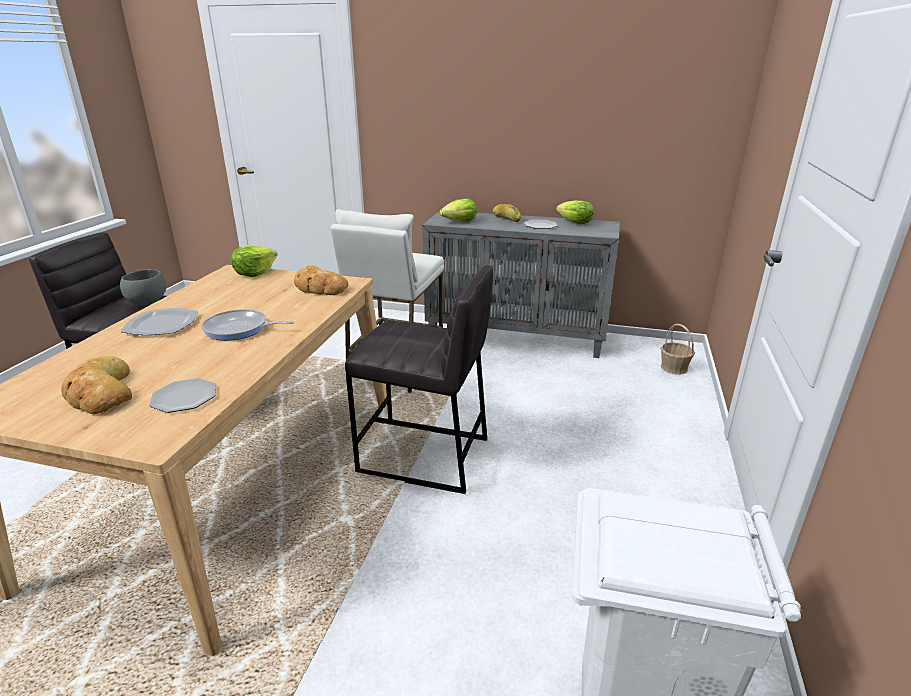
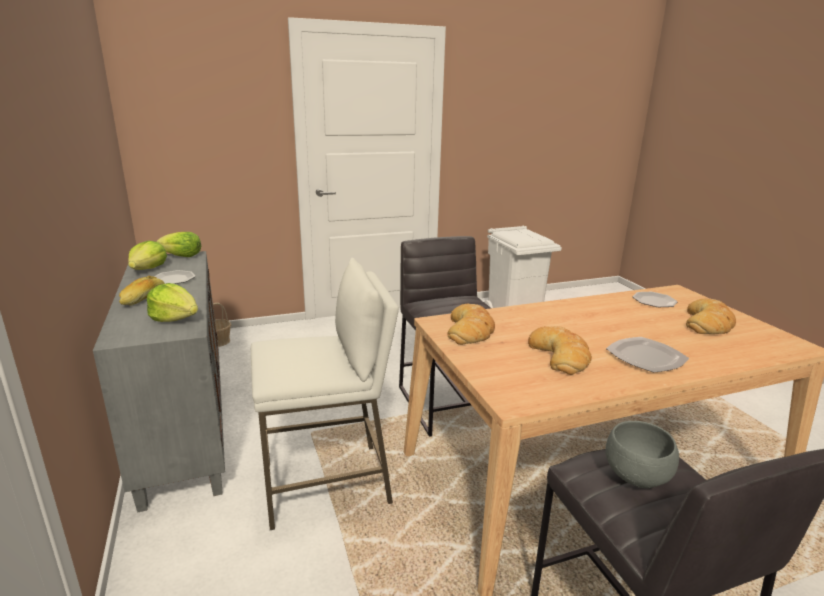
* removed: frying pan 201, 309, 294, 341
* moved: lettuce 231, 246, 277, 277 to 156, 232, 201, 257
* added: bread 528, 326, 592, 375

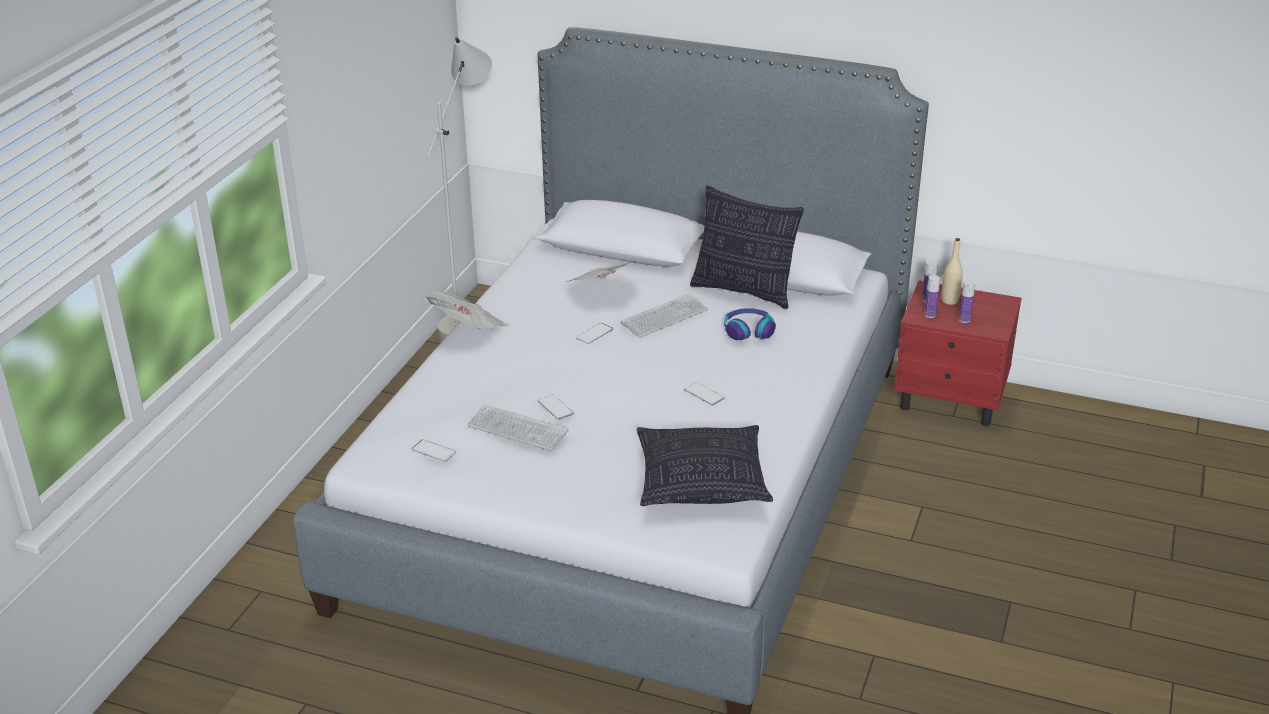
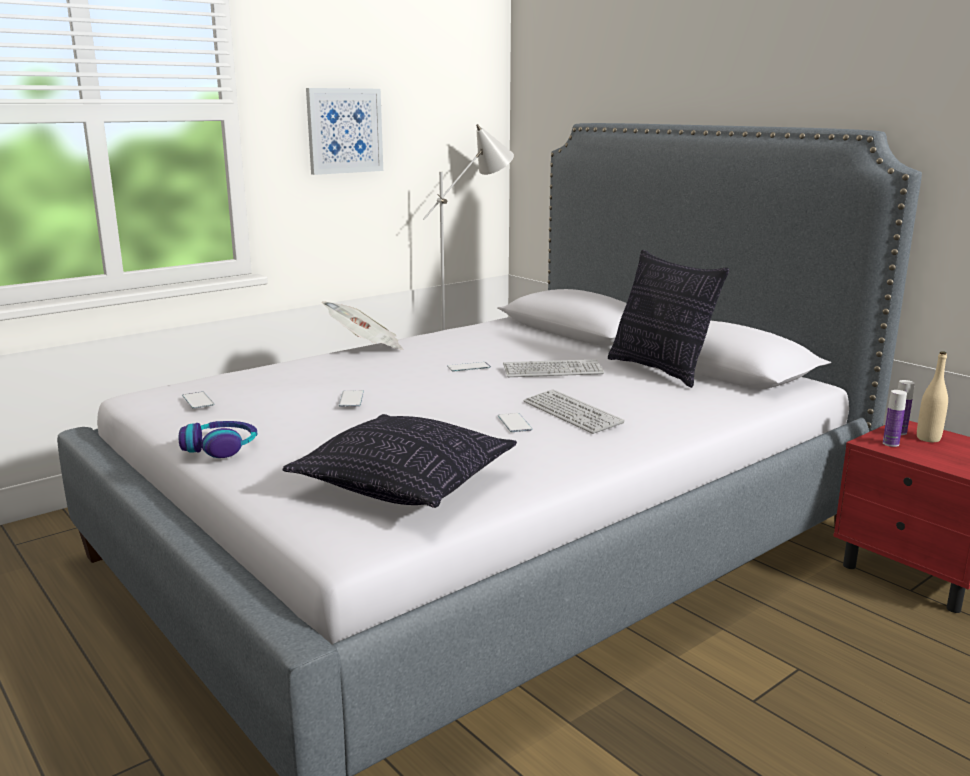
* moved: keyboard 467, 404, 568, 451 to 524, 390, 624, 434
* removed: newspaper 565, 261, 634, 282
* moved: headphones 724, 308, 776, 340 to 179, 421, 257, 458
* removed: bottle 959, 280, 975, 323
* added: picture 306, 88, 383, 175

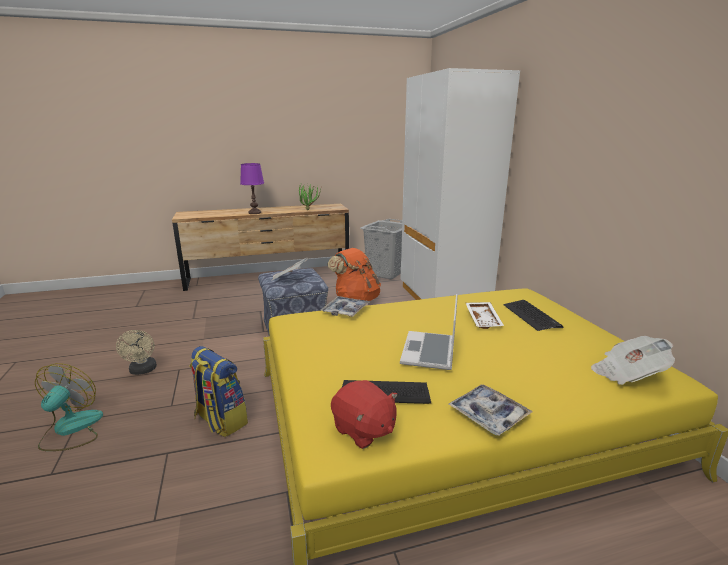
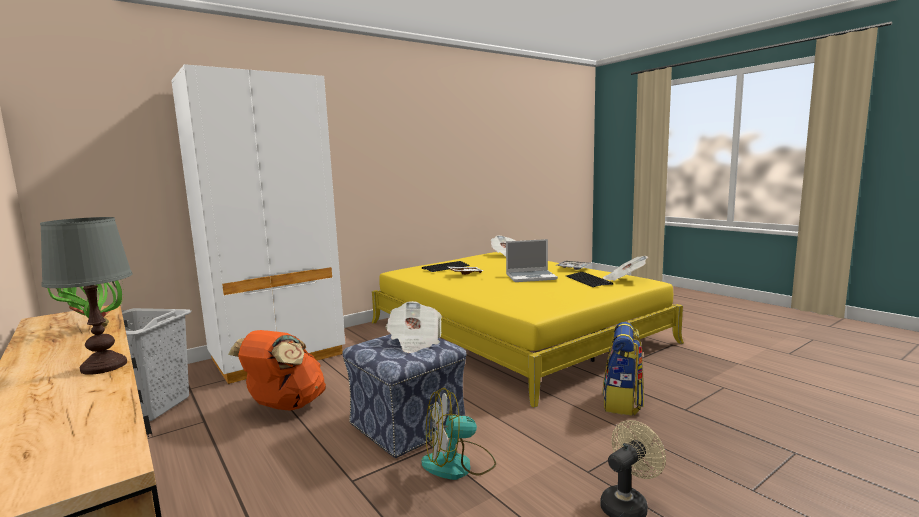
* moved: fan 35, 363, 103, 451 to 421, 388, 496, 480
* recoloured: purple table lamp 240, 163, 264, 214 to grey table lamp 40, 217, 133, 375
* removed: tray 320, 296, 369, 317
* replaced: red plush toy 331, 380, 398, 449 to newspaper 603, 256, 648, 281

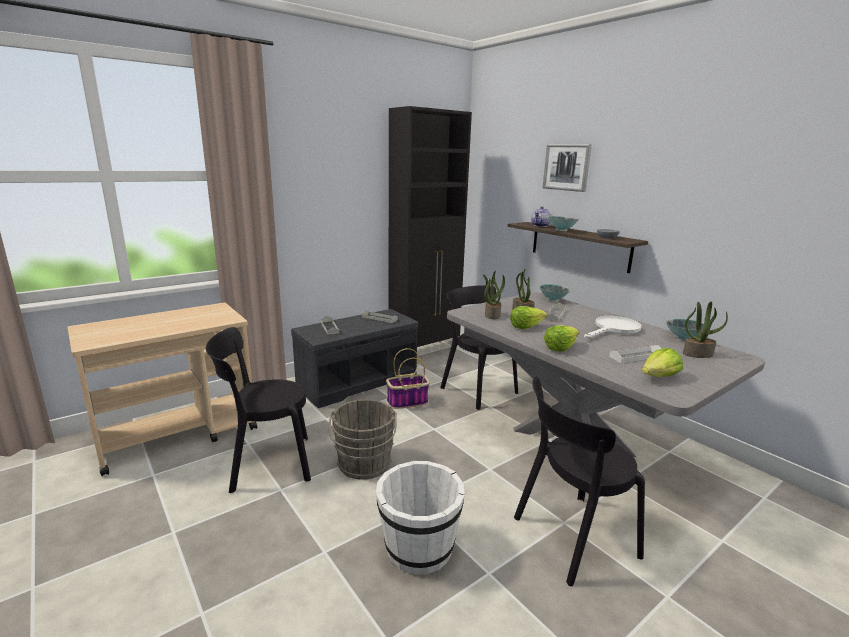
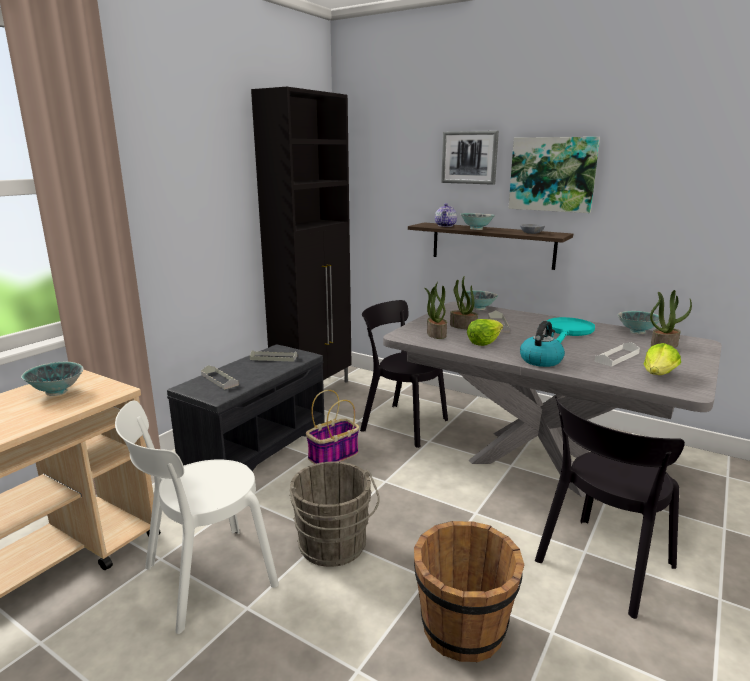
* recoloured: black chair 206, 327, 311, 493 to white chair 115, 401, 279, 634
* recoloured: white bucket 376, 461, 465, 575 to brown bucket 414, 521, 524, 663
* replaced: lettuce 544, 325, 579, 352 to kettle 520, 321, 565, 367
* recoloured: white frying pan 584, 316, 641, 339 to turquoise frying pan 547, 317, 595, 343
* added: bowl 21, 362, 84, 396
* added: picture 508, 137, 600, 213

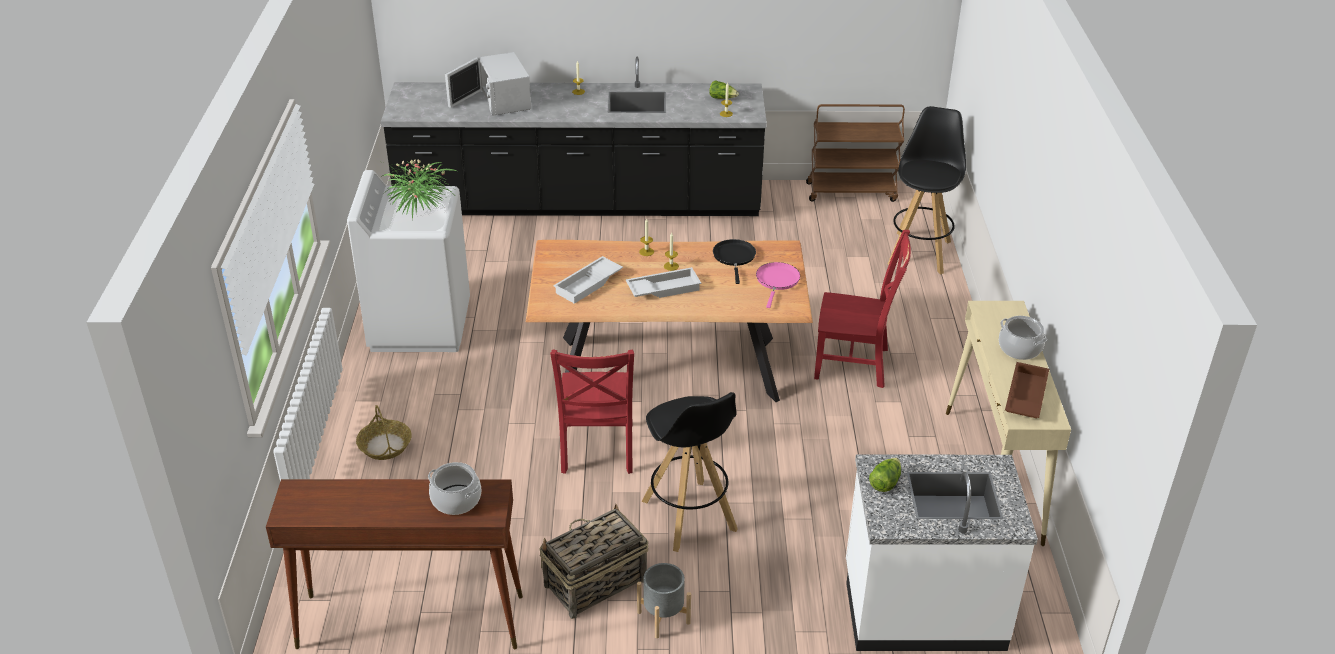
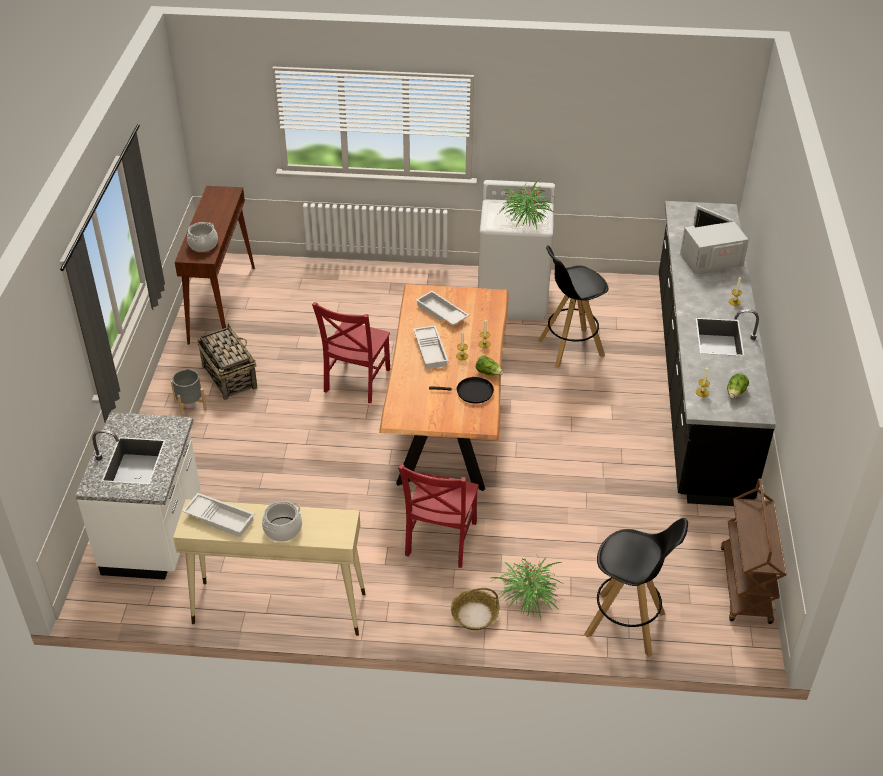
* moved: basket 356, 405, 412, 460 to 451, 588, 499, 630
* turned: red chair 550, 349, 634, 474 = 312, 302, 390, 403 75 degrees counterclockwise
* moved: black stool 642, 392, 738, 552 to 538, 246, 608, 368
* removed: pink frying pan 756, 262, 800, 308
* moved: lettuce 869, 458, 901, 492 to 476, 355, 503, 376
* recoloured: brown tray 1005, 362, 1049, 418 to white tray 182, 493, 255, 537
* added: potted plant 491, 554, 562, 620

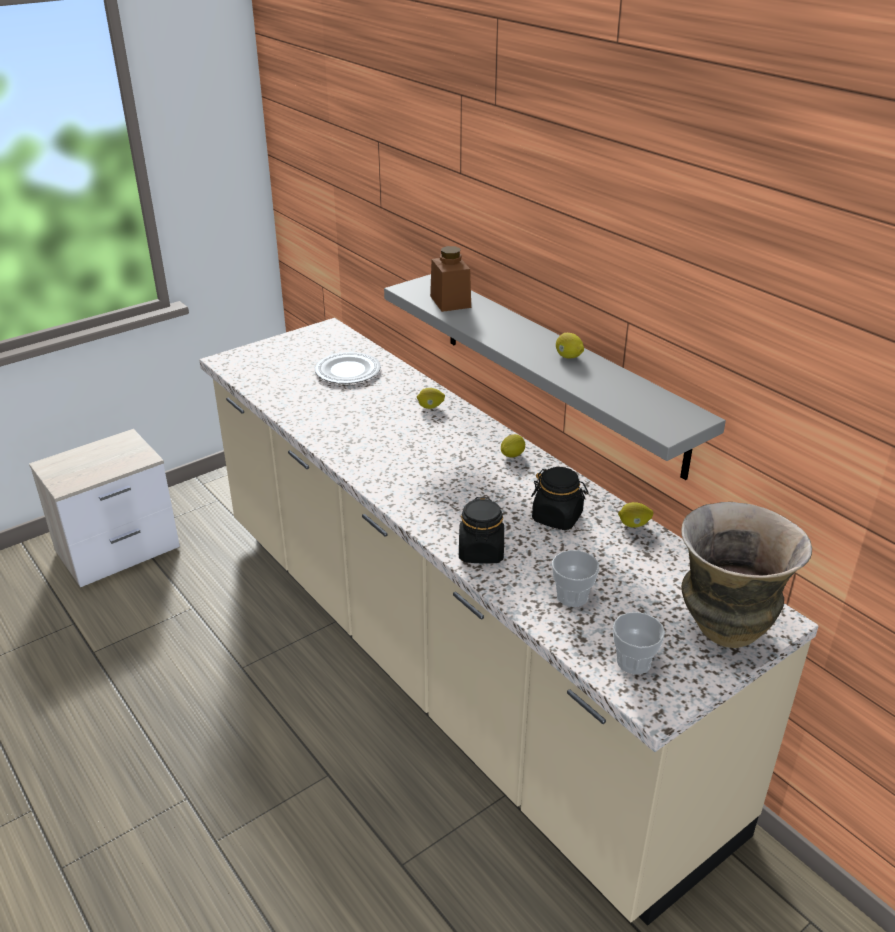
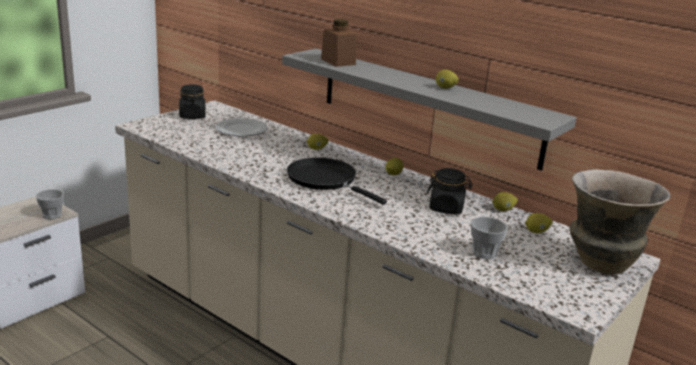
* moved: black jar 459, 497, 504, 564 to 179, 84, 205, 119
* moved: cup 613, 612, 665, 675 to 36, 189, 64, 219
* added: black frying pan 287, 157, 387, 205
* added: lemon 525, 213, 553, 233

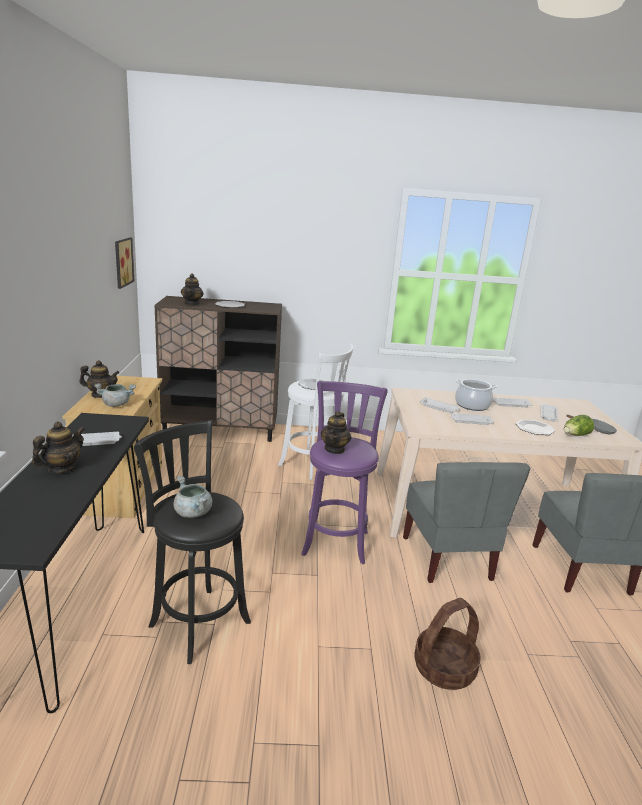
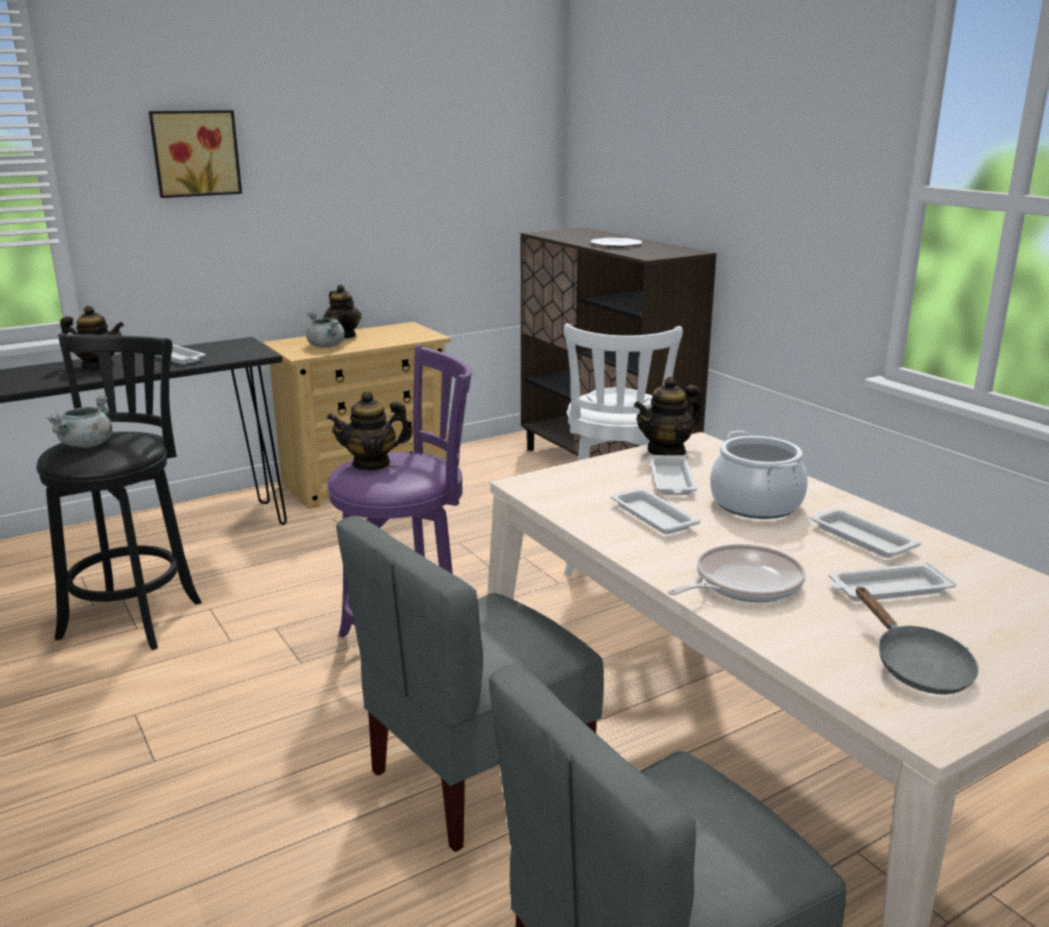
* moved: picture 115, 238, 134, 289 to 149, 110, 242, 198
* moved: teapot 181, 273, 203, 305 to 634, 376, 702, 455
* removed: basket 415, 598, 481, 690
* replaced: plate 515, 420, 555, 435 to frying pan 668, 544, 806, 602
* removed: lettuce 564, 415, 594, 436

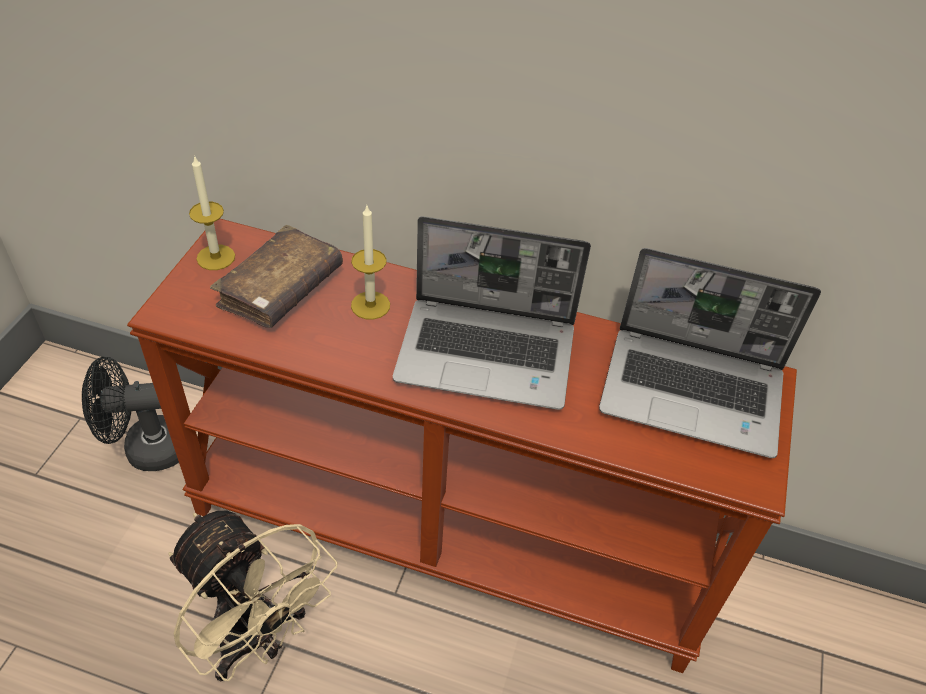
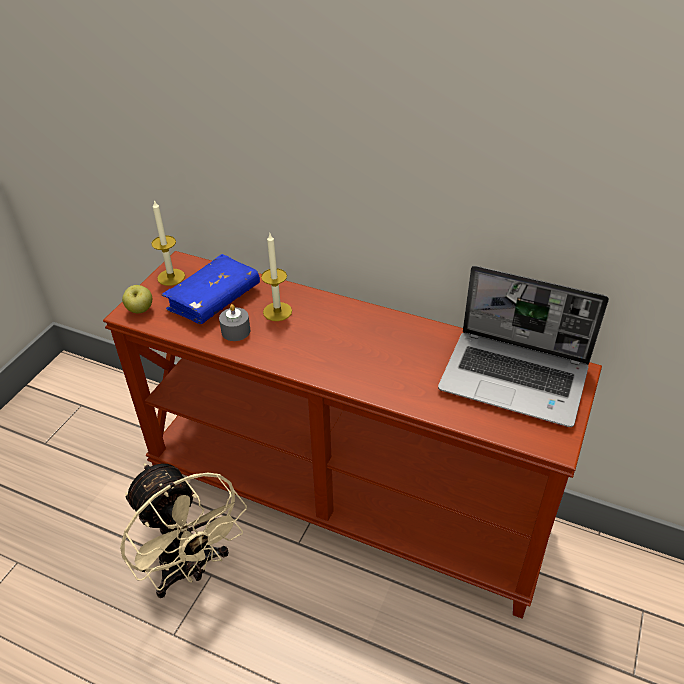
* removed: black fan 82, 357, 179, 471
* recoloured: brown book 210, 225, 343, 328 to blue book 162, 254, 260, 324
* removed: laptop 393, 216, 591, 410
* added: apple 122, 285, 152, 313
* added: grey candle 219, 304, 250, 341

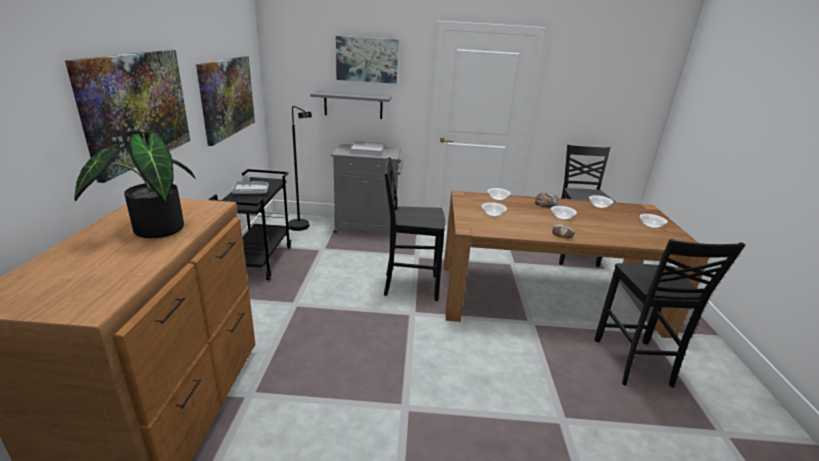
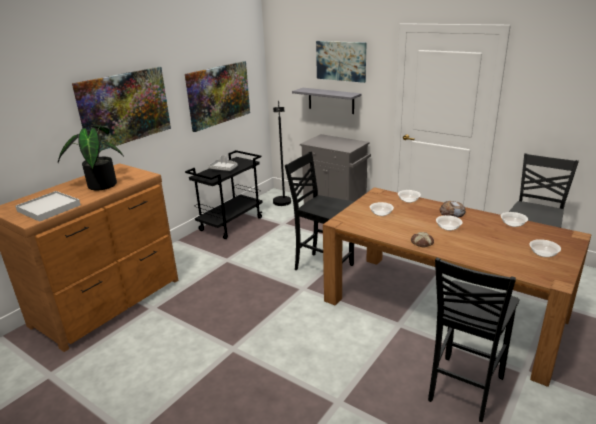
* moved: white tray 350, 141, 385, 155 to 15, 191, 81, 222

